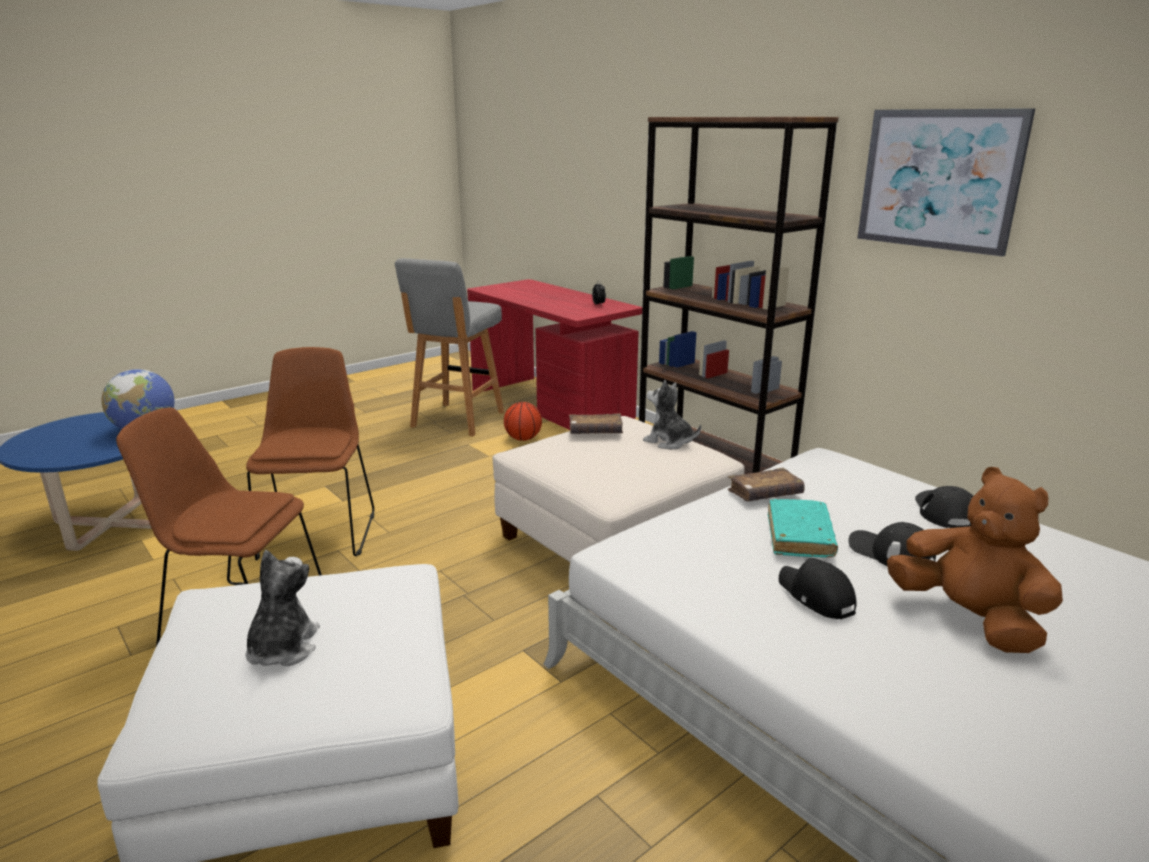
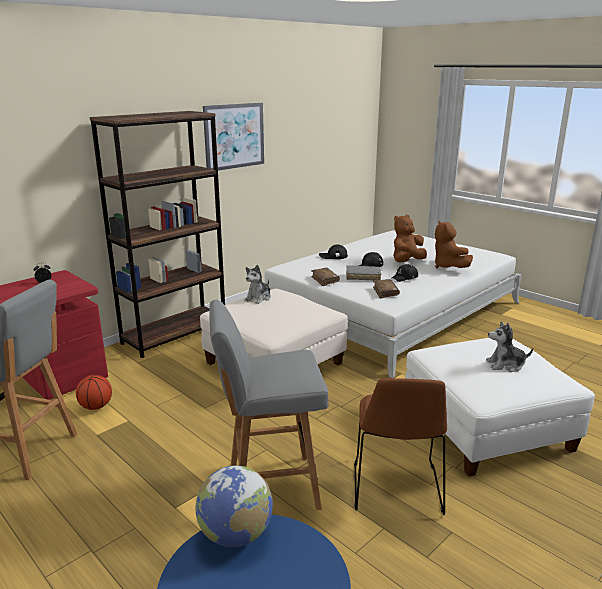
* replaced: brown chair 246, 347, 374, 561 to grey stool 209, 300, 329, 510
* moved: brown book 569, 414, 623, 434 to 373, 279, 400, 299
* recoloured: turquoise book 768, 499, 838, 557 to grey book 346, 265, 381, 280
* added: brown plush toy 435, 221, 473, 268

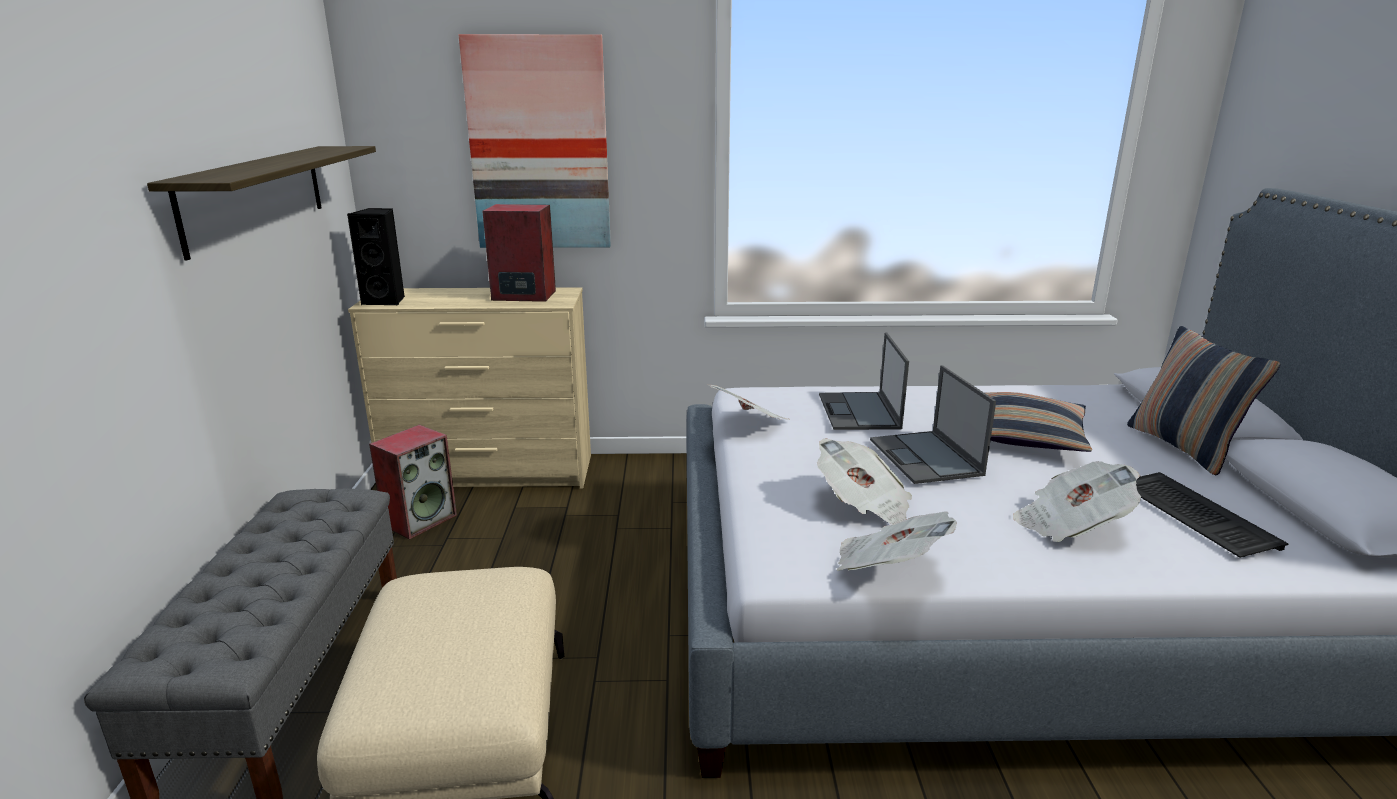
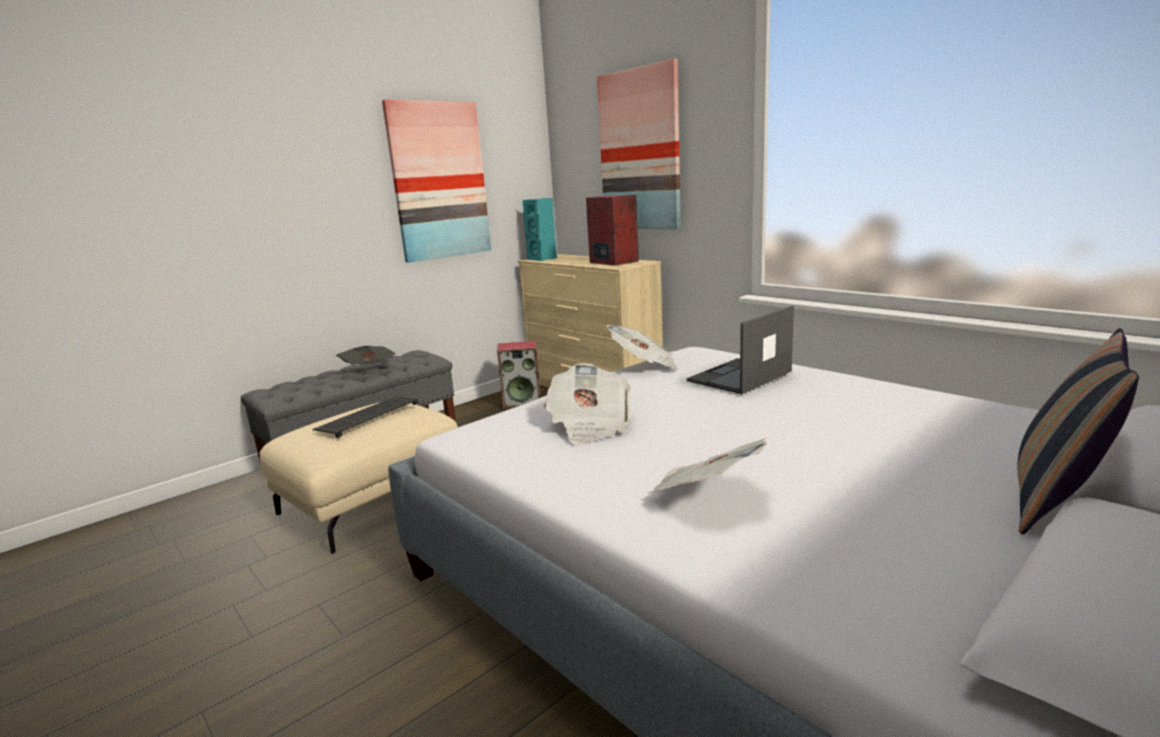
* replaced: shelf 147, 146, 376, 261 to picture 382, 100, 491, 263
* recoloured: black speaker 347, 208, 405, 305 to turquoise speaker 522, 198, 557, 261
* moved: newspaper 837, 511, 957, 571 to 336, 346, 395, 365
* removed: laptop 870, 365, 996, 484
* removed: pillow 984, 392, 1092, 452
* moved: keyboard 1136, 472, 1289, 558 to 312, 397, 418, 438

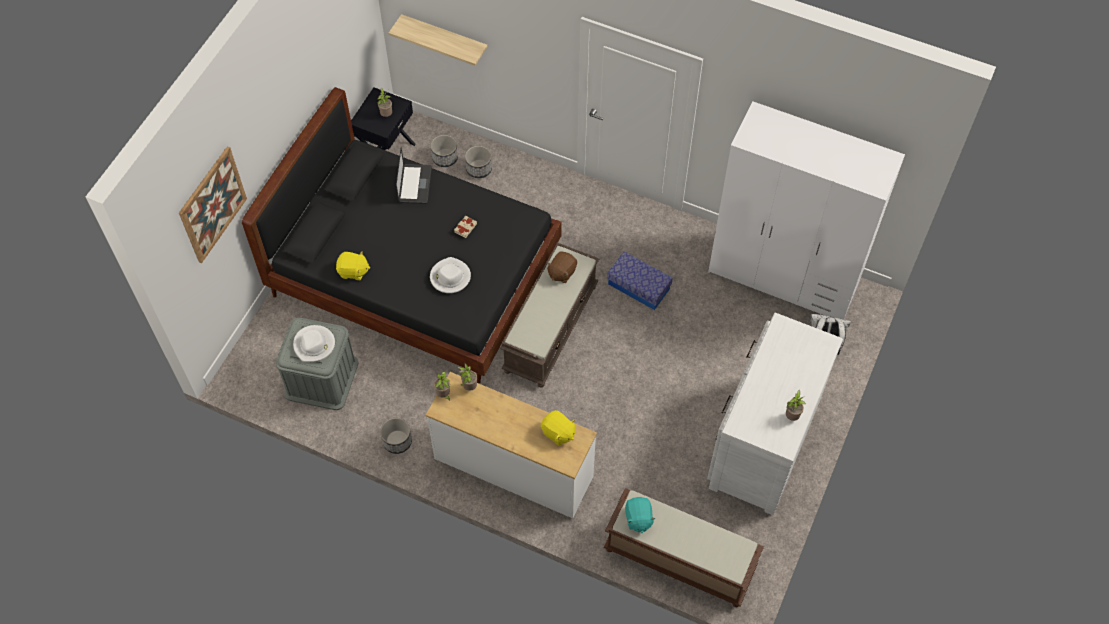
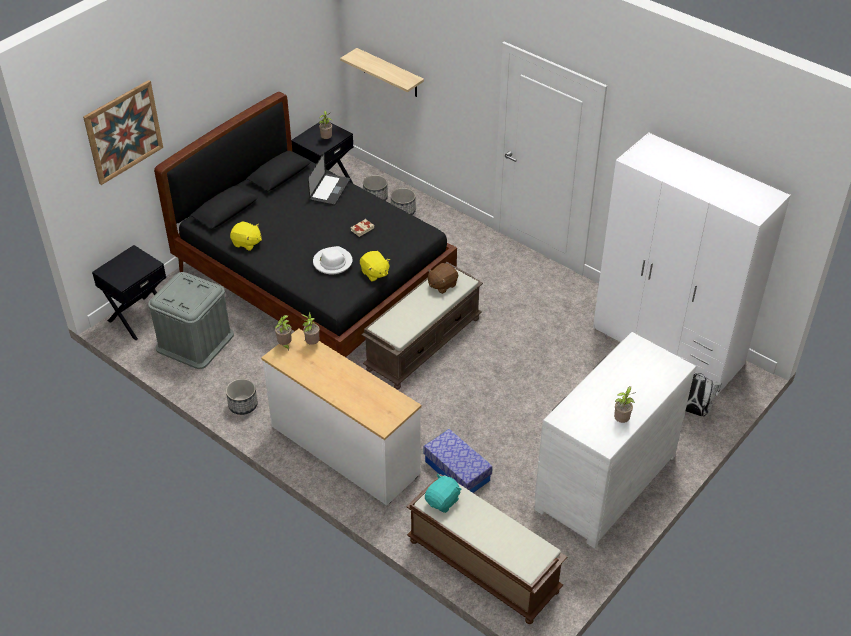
* removed: white hat 293, 325, 335, 362
* moved: yellow plush toy 541, 410, 575, 446 to 360, 251, 390, 282
* moved: storage box 607, 251, 673, 310 to 424, 429, 493, 493
* turned: turquoise plush toy 625, 497, 656, 533 = 425, 474, 462, 513 150 degrees counterclockwise
* added: black nightstand 92, 245, 166, 340

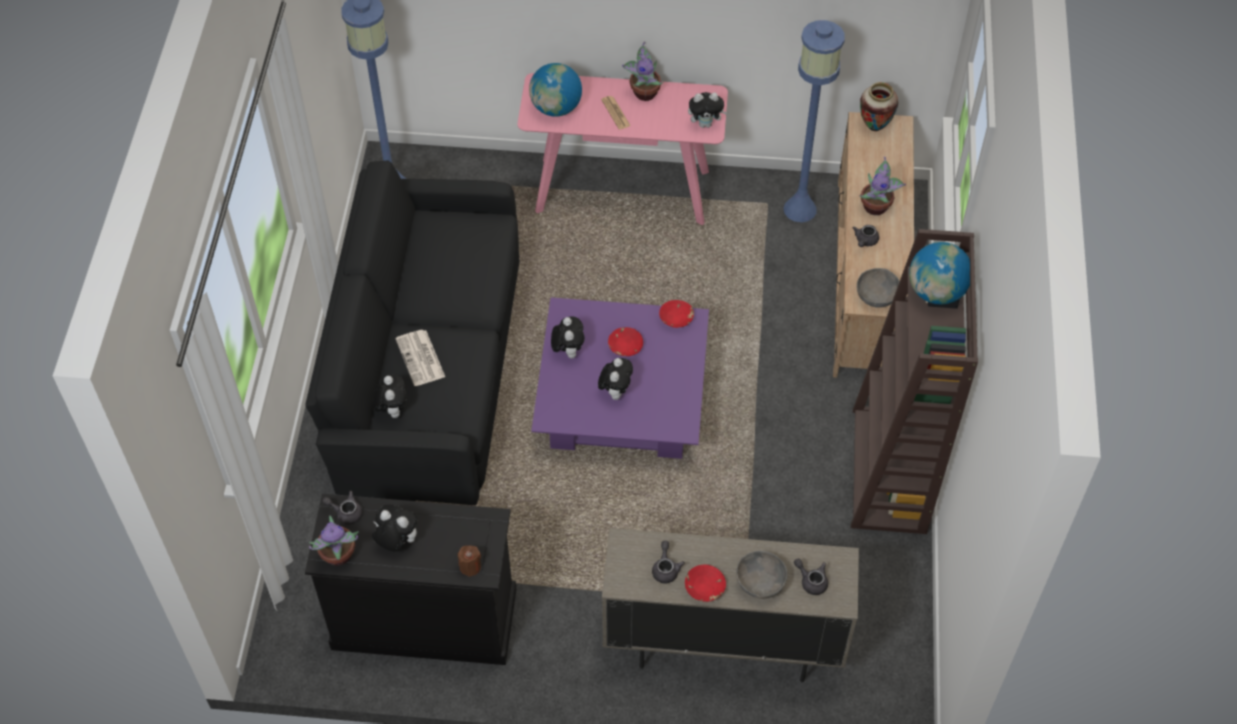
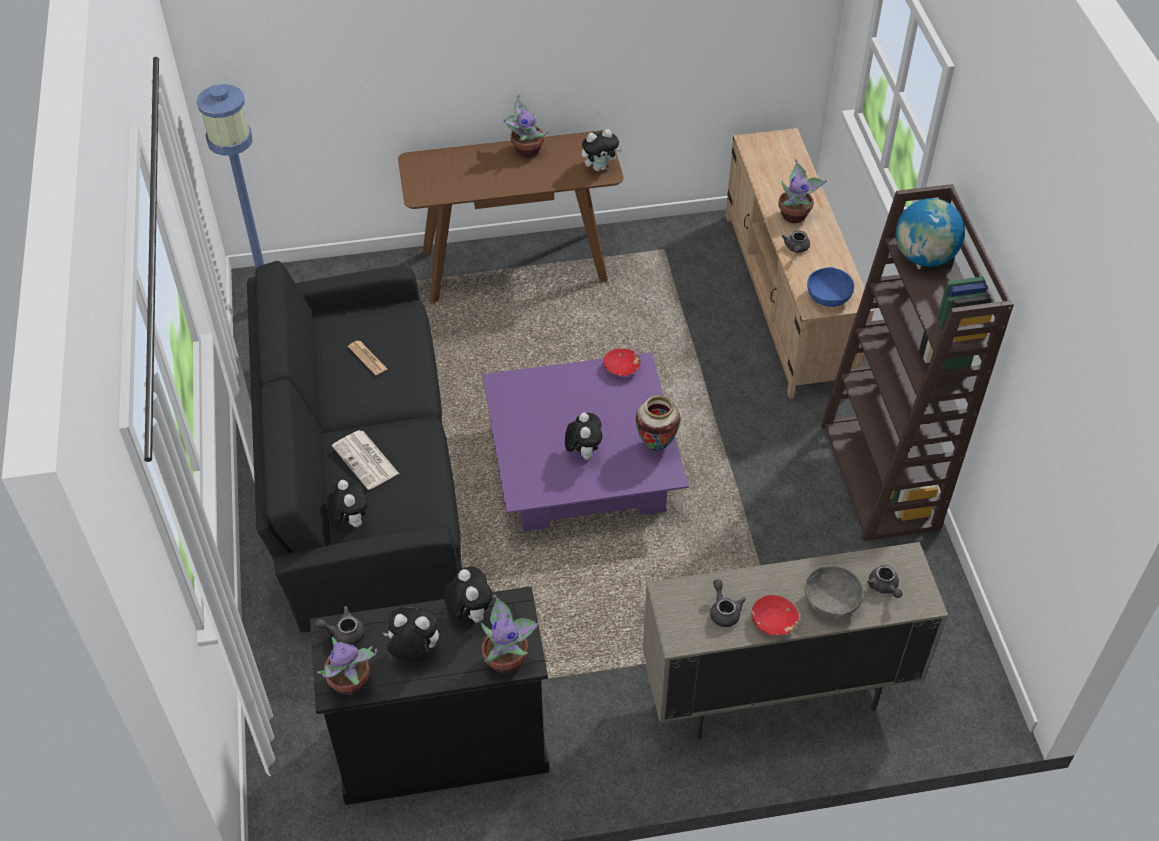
* replaced: brown candle 458, 546, 481, 577 to potted plant 481, 595, 540, 674
* recoloured: pink console table 517, 73, 728, 225 to brown console table 398, 130, 623, 304
* removed: globe 529, 63, 582, 117
* moved: plush toy 551, 316, 585, 358 to 444, 566, 492, 623
* moved: newspaper 601, 96, 631, 130 to 348, 341, 387, 375
* removed: red bowl 608, 327, 643, 356
* removed: blue floor lamp 783, 20, 845, 222
* turned: grey teapot 794, 559, 828, 595 = 868, 565, 903, 598 135 degrees counterclockwise
* recoloured: grey bowl 857, 268, 900, 308 to blue bowl 807, 267, 854, 307
* moved: vase 860, 82, 898, 131 to 636, 395, 680, 451

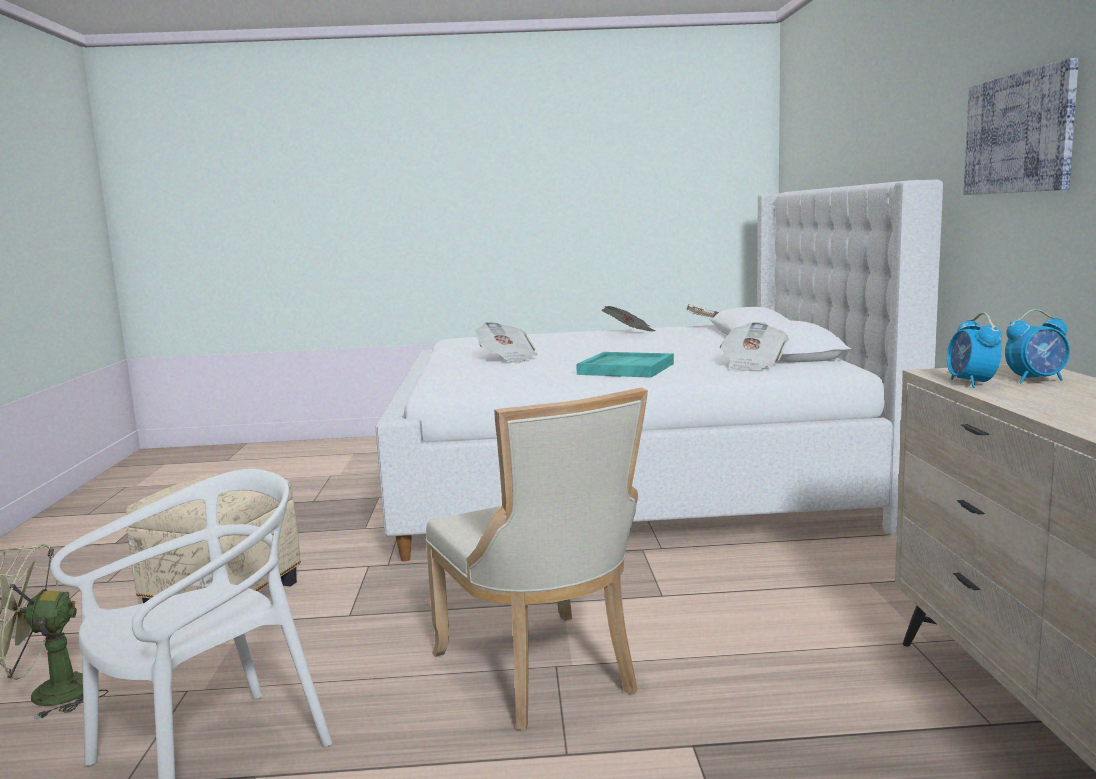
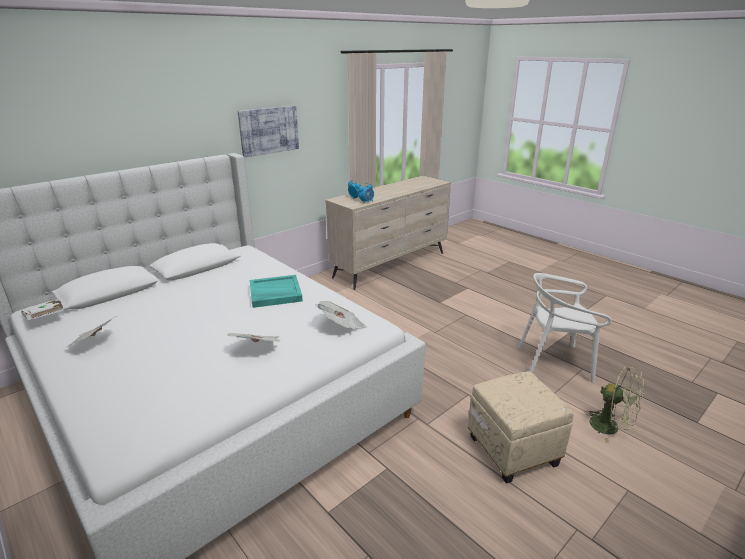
* removed: beige chair 425, 388, 648, 730
* moved: newspaper 720, 322, 789, 372 to 315, 301, 367, 329

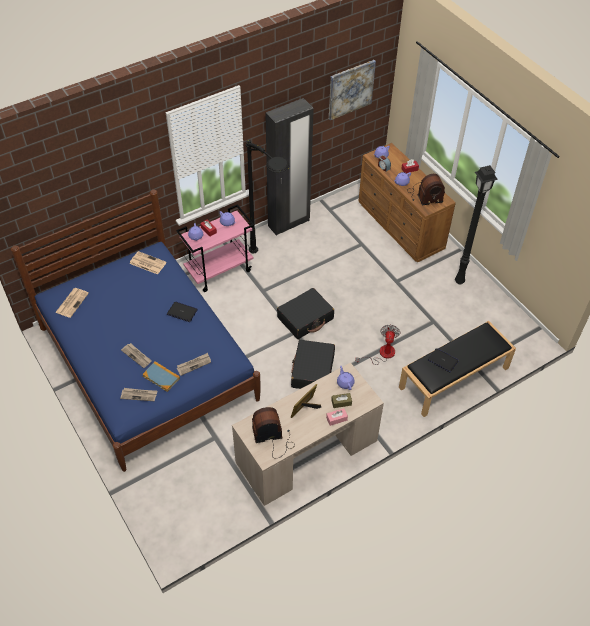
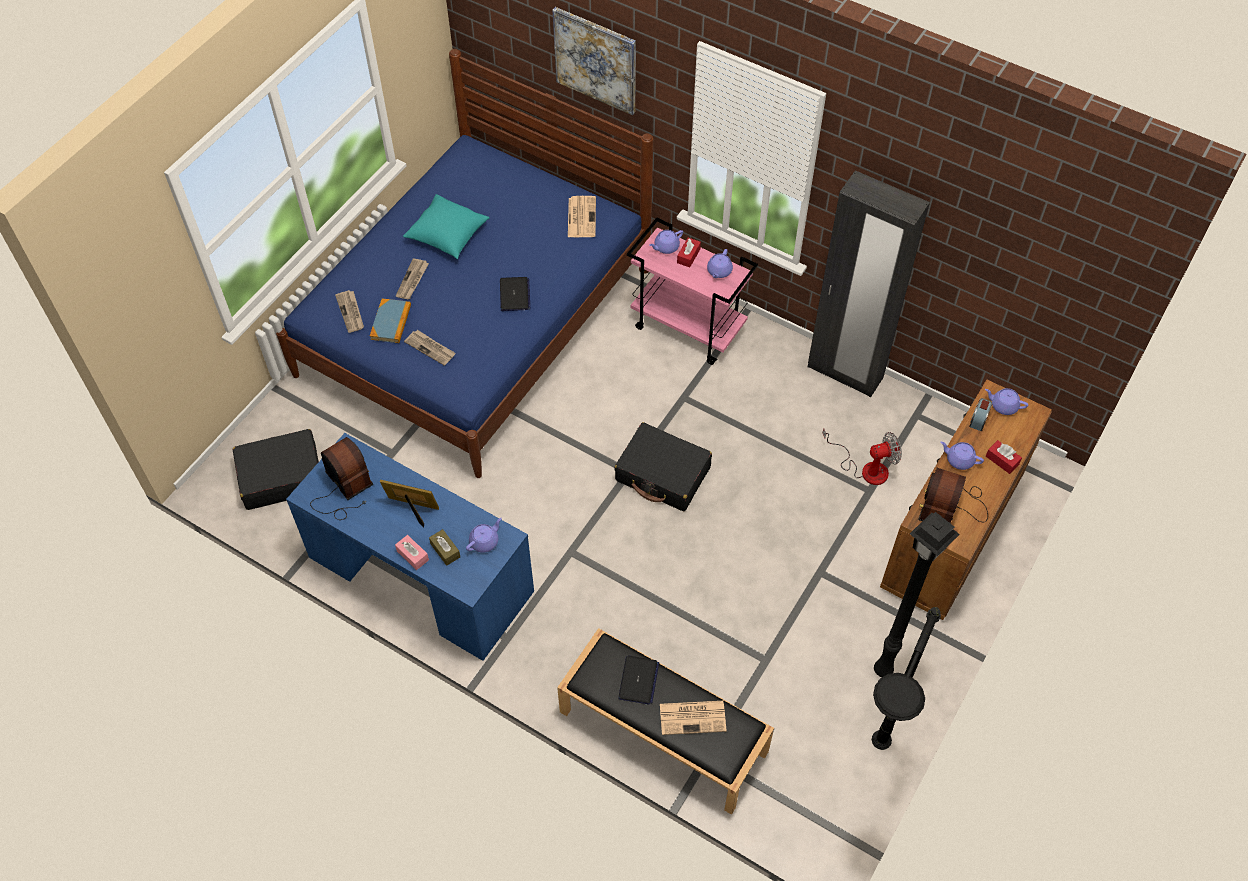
* moved: newspaper 55, 288, 89, 318 to 660, 701, 726, 735
* recoloured: beige desk 232, 362, 384, 506 to blue desk 286, 433, 534, 661
* moved: black floor lamp 246, 140, 289, 253 to 872, 607, 941, 750
* moved: black suitcase 291, 340, 335, 389 to 232, 429, 319, 510
* moved: picture 329, 60, 376, 120 to 553, 7, 636, 115
* moved: fan 355, 325, 400, 365 to 822, 428, 902, 485
* turned: radio 407, 174, 445, 206 = 918, 468, 988, 523 60 degrees clockwise
* added: turquoise pillow 403, 194, 489, 259

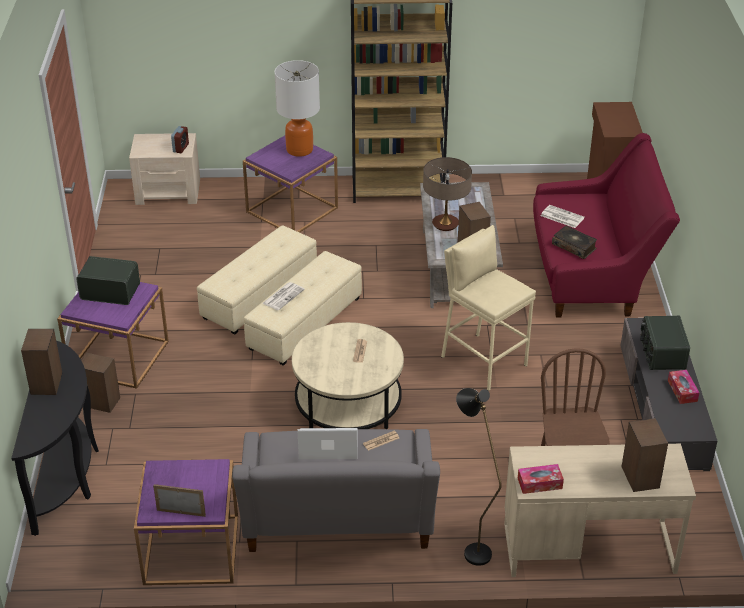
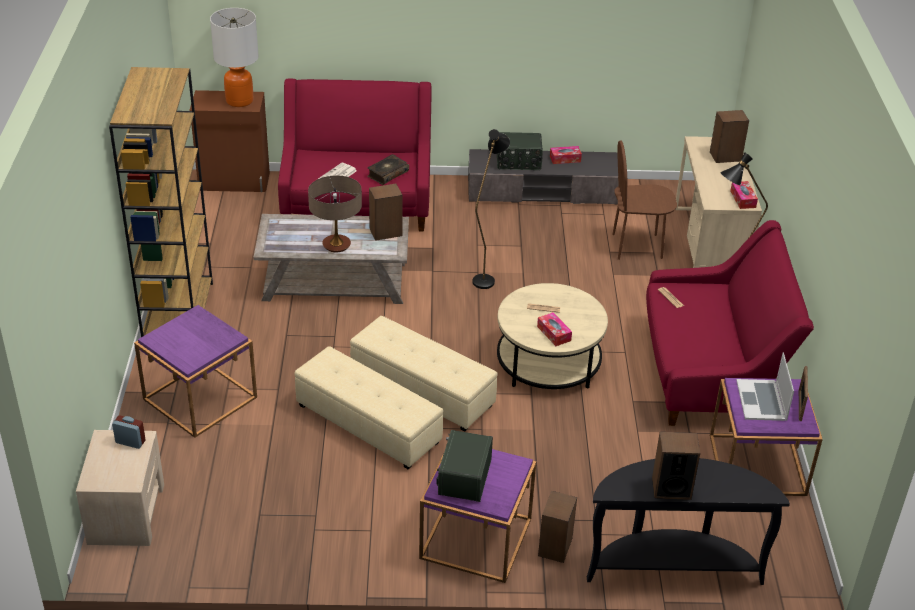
* recoloured: grey sofa 232, 429, 440, 552 to red sofa 646, 220, 814, 426
* removed: newspaper 263, 282, 305, 310
* moved: table lamp 275, 60, 320, 157 to 210, 8, 259, 107
* moved: laptop 297, 428, 357, 459 to 736, 353, 794, 421
* replaced: beige stool 441, 225, 536, 391 to black floor lamp 472, 129, 510, 289
* added: tissue box 537, 312, 572, 346

